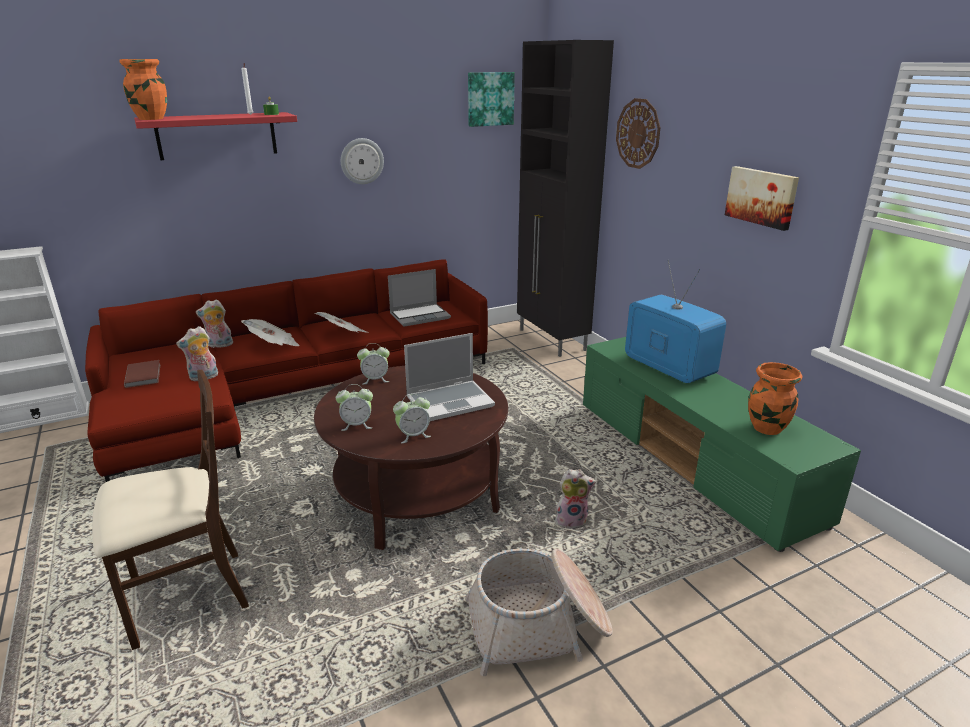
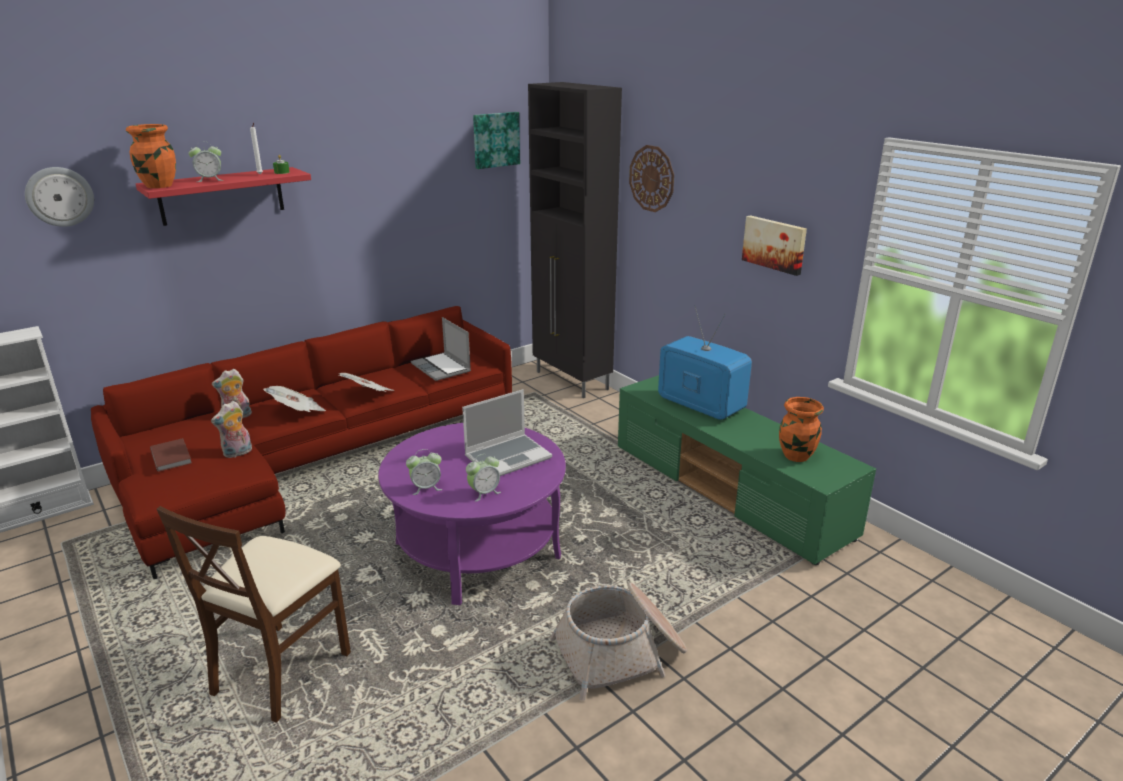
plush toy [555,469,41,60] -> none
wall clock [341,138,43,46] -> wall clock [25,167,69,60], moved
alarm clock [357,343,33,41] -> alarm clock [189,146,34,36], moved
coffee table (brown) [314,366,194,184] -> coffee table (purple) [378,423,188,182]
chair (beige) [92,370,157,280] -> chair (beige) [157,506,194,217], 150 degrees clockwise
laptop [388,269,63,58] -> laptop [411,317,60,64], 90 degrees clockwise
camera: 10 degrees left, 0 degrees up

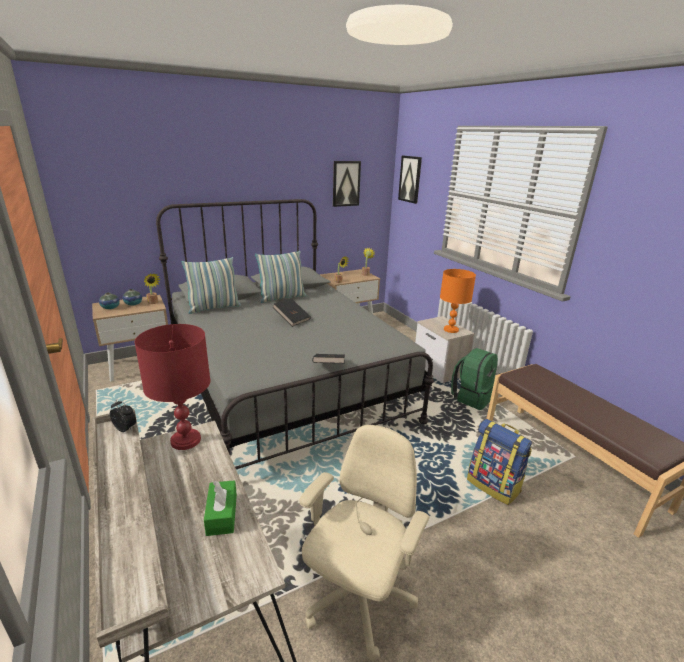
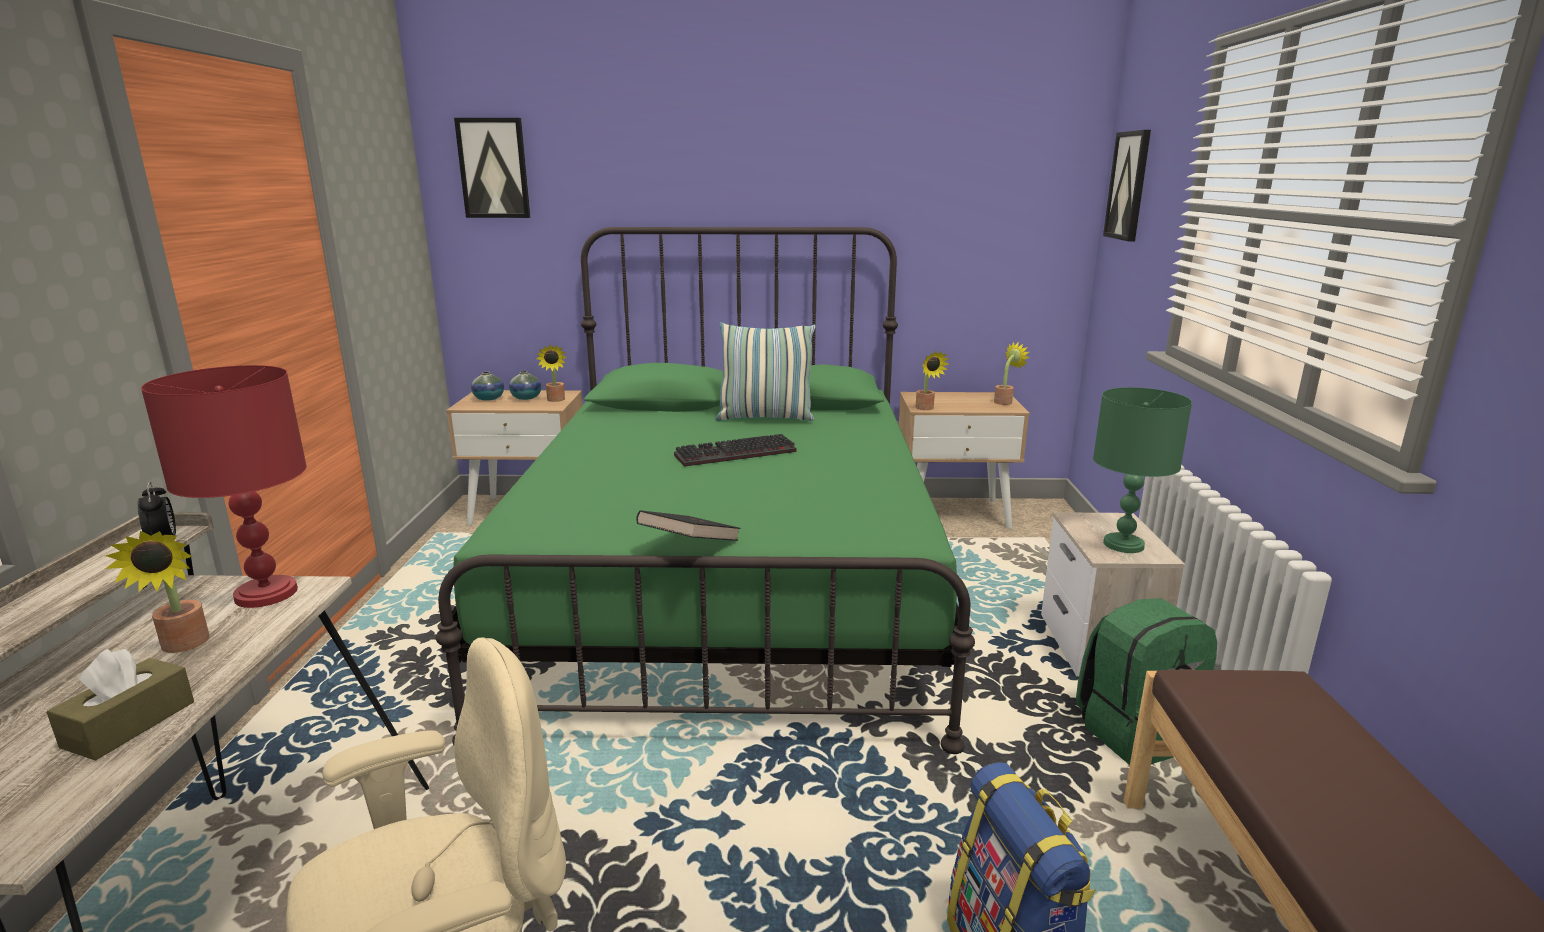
pillow [182,257,59,57] -> none
none -> potted plant [105,531,105,122]
picture [333,161,28,46] -> picture [454,118,76,100], moved
book (black) [273,298,38,29] -> keyboard [674,434,123,33]
bed (grey) [156,199,278,270] -> bed (green) [436,227,539,527]
tissue box (green) [204,480,33,56] -> tissue box (brown) [46,649,148,111]
table lamp (orange) [440,269,36,64] -> table lamp (green) [1093,387,99,166]
camera: 30 degrees right, 5 degrees down

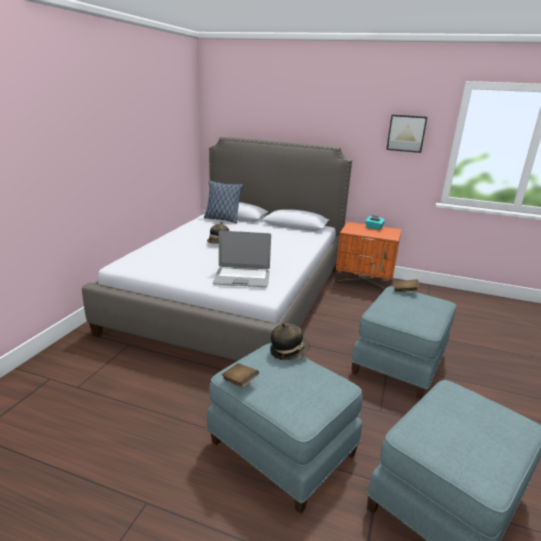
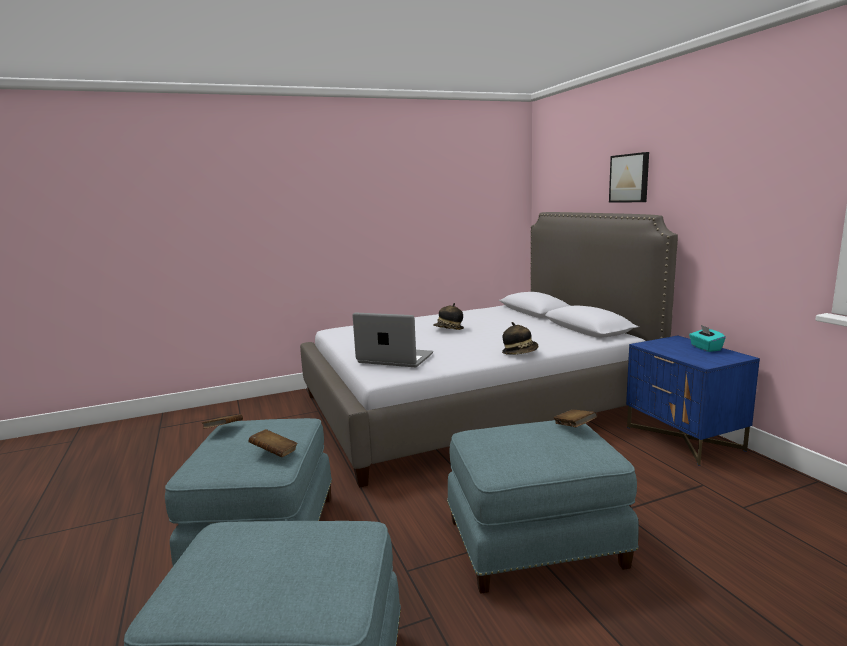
pillow [204,180,39,44] -> none
none -> book (brown) [248,429,50,28]
hat [270,323,40,37] -> hat [502,322,36,33], moved
picture [386,115,41,38] -> picture [609,152,40,50], moved
nightstand (orange) [335,222,67,68] -> nightstand (blue) [626,336,134,130]
laptop [213,231,58,56] -> laptop [352,313,81,54], 150 degrees clockwise
camera: 50 degrees right, 10 degrees down

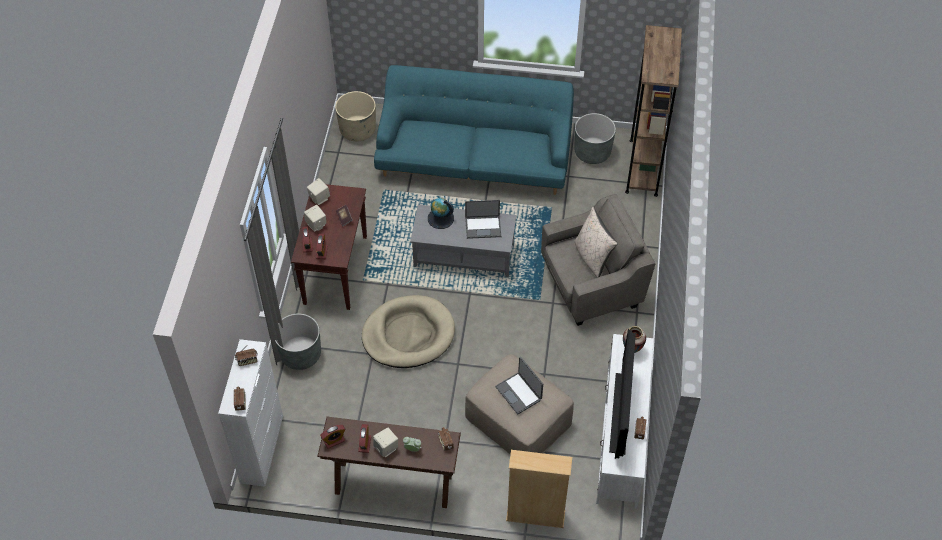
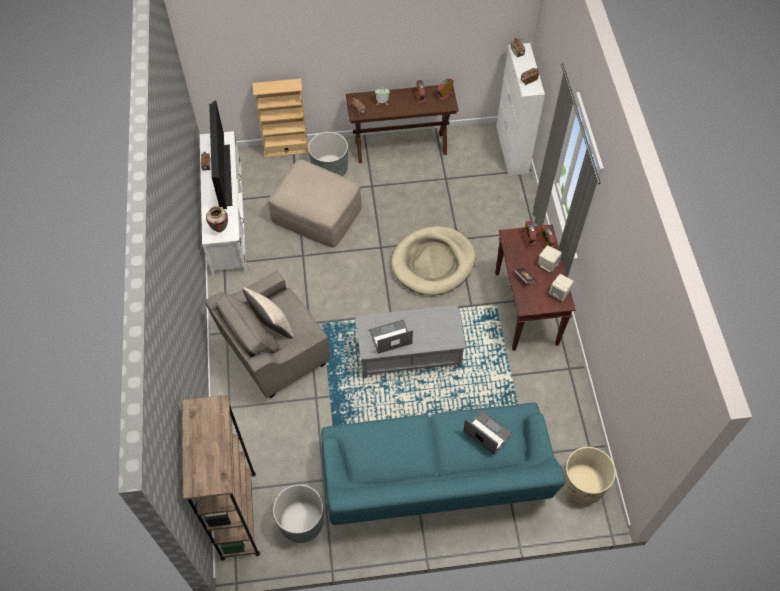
speaker (beige) [373,428,25,29] -> none
globe [428,198,26,31] -> none
planter (grey) [275,314,46,56] -> planter (grey) [308,132,40,44], moved
laptop [495,357,48,57] -> laptop [463,410,50,45], moved
camera: 165 degrees right, 5 degrees up

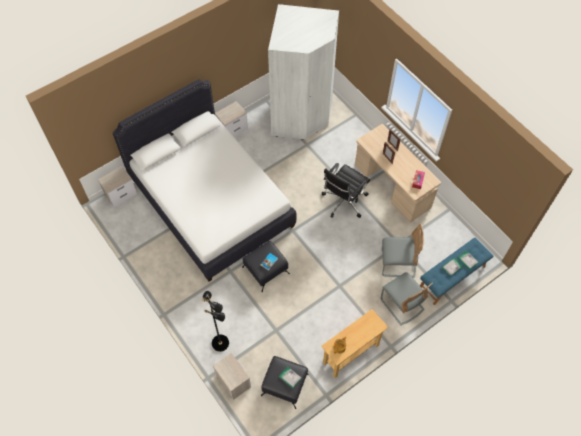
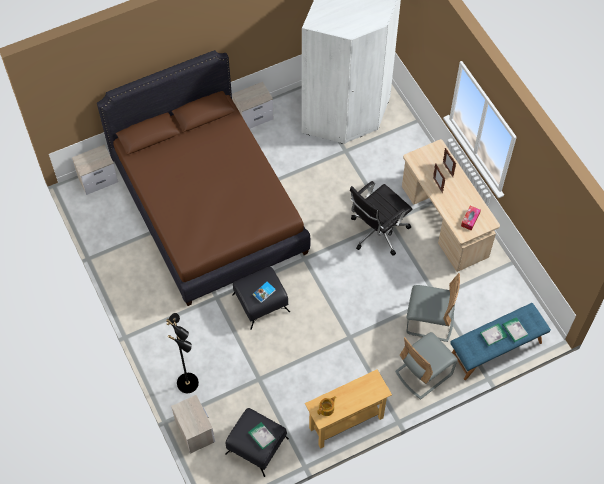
bed (white) [112,79,185,203] -> bed (brown) [97,50,214,256]
chair (grey) [380,272,53,53] -> chair (grey) [395,332,63,67], 75 degrees clockwise
camera: 10 degrees right, 0 degrees up

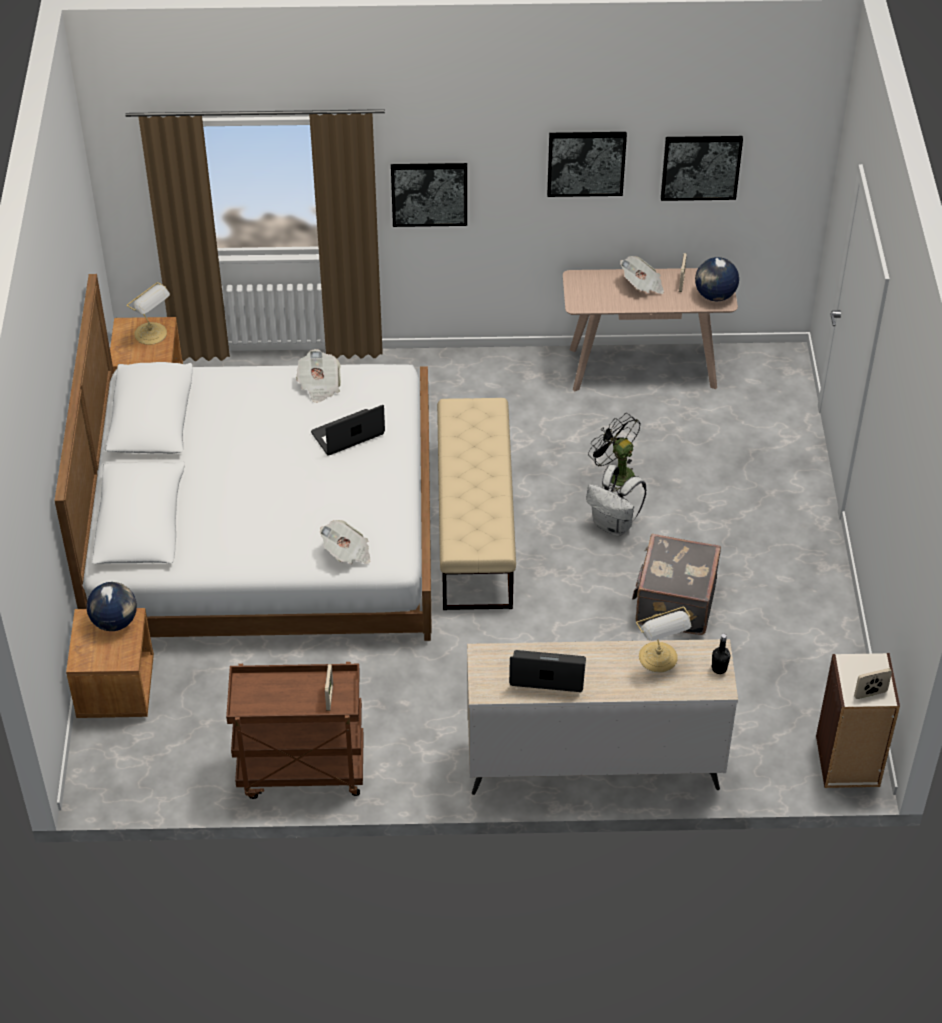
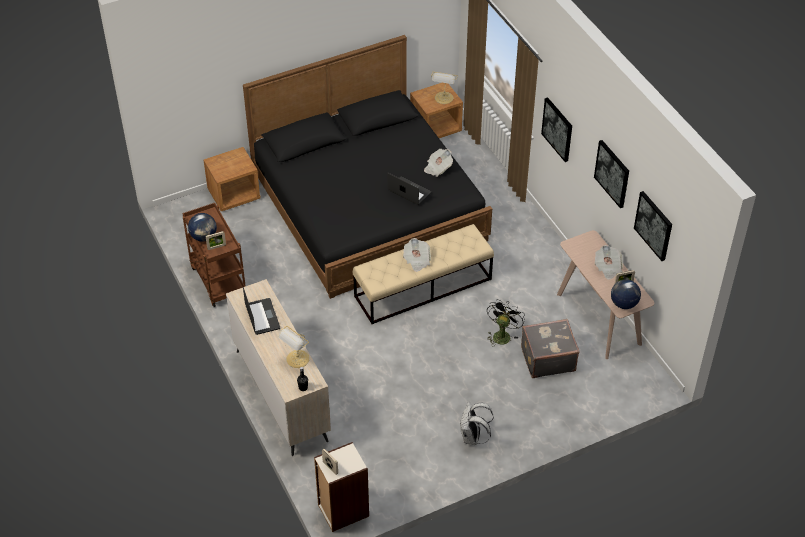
globe [87,582,50,49] -> globe [188,213,29,29], moved
newspaper [320,520,51,44] -> newspaper [403,238,28,34], moved
backpack (white) [586,465,61,71] -> backpack (white) [460,401,34,44], moved
suitcase (grey) [632,534,89,101] -> suitcase (grey) [521,319,59,59], moved
bed (white) [54,274,378,367] -> bed (black) [243,35,249,264]
camera: 65 degrees right, 0 degrees up

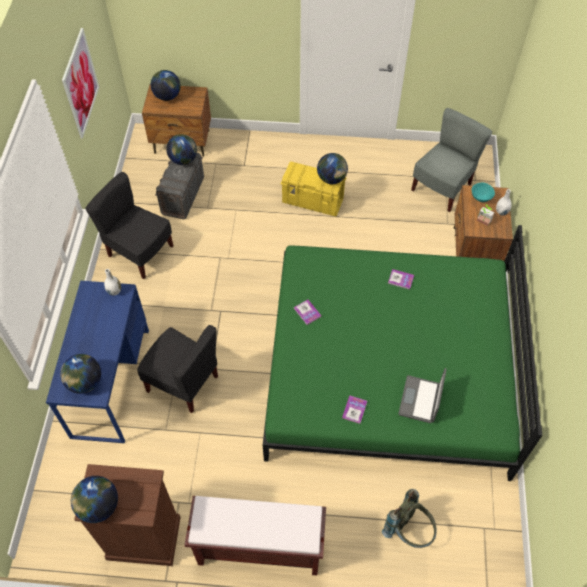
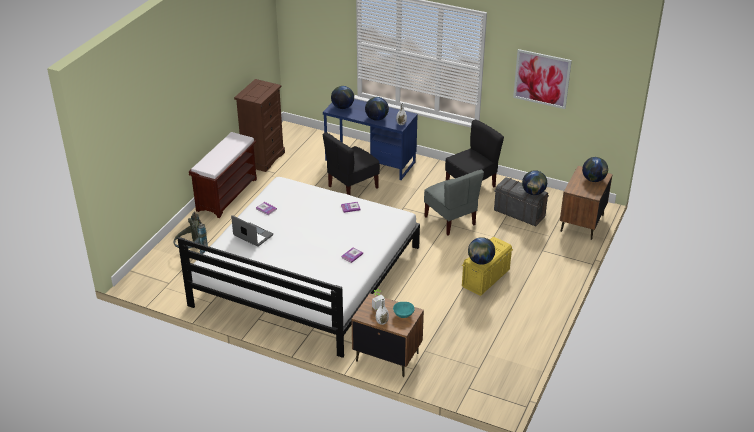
globe [71,476,47,47] -> globe [365,97,24,24], moved
chair (grey) [411,108,82,104] -> chair (grey) [424,170,60,66], moved
bed (green) [263,225,279,256] -> bed (white) [177,177,243,181]
camera: 110 degrees right, 20 degrees down

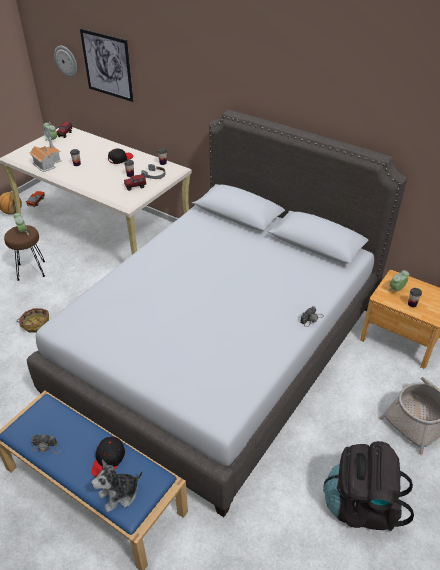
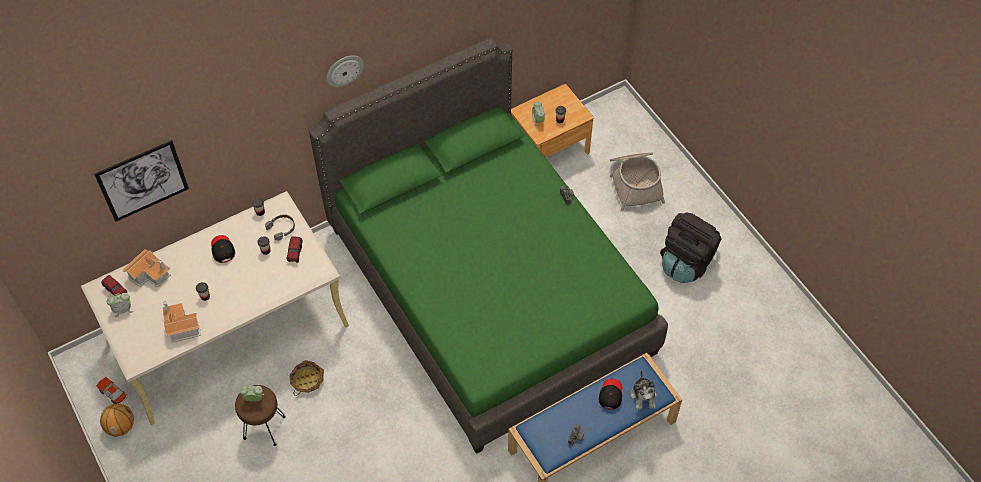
none -> toy house [122,249,49,39]
basket [17,308,32,25] -> basket [290,360,34,36], moved
wall clock [54,46,23,31] -> wall clock [327,55,37,32], moved
bed (grey) [27,110,380,407] -> bed (green) [309,38,359,416]
cap (black) [91,437,34,40] -> cap (black) [599,378,23,32], 120 degrees counterclockwise
camera: 65 degrees left, 15 degrees up

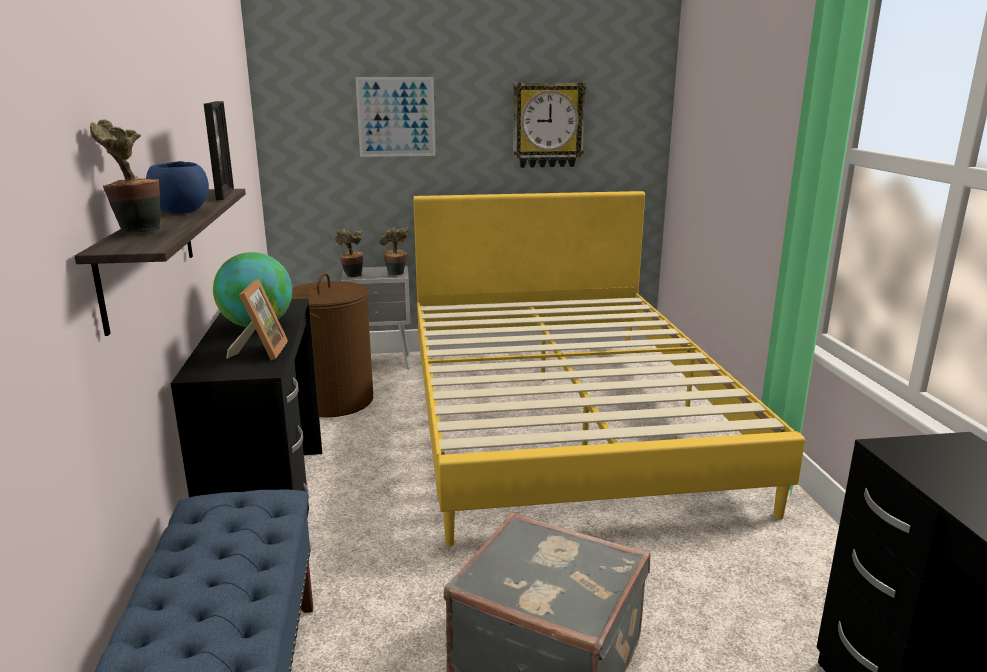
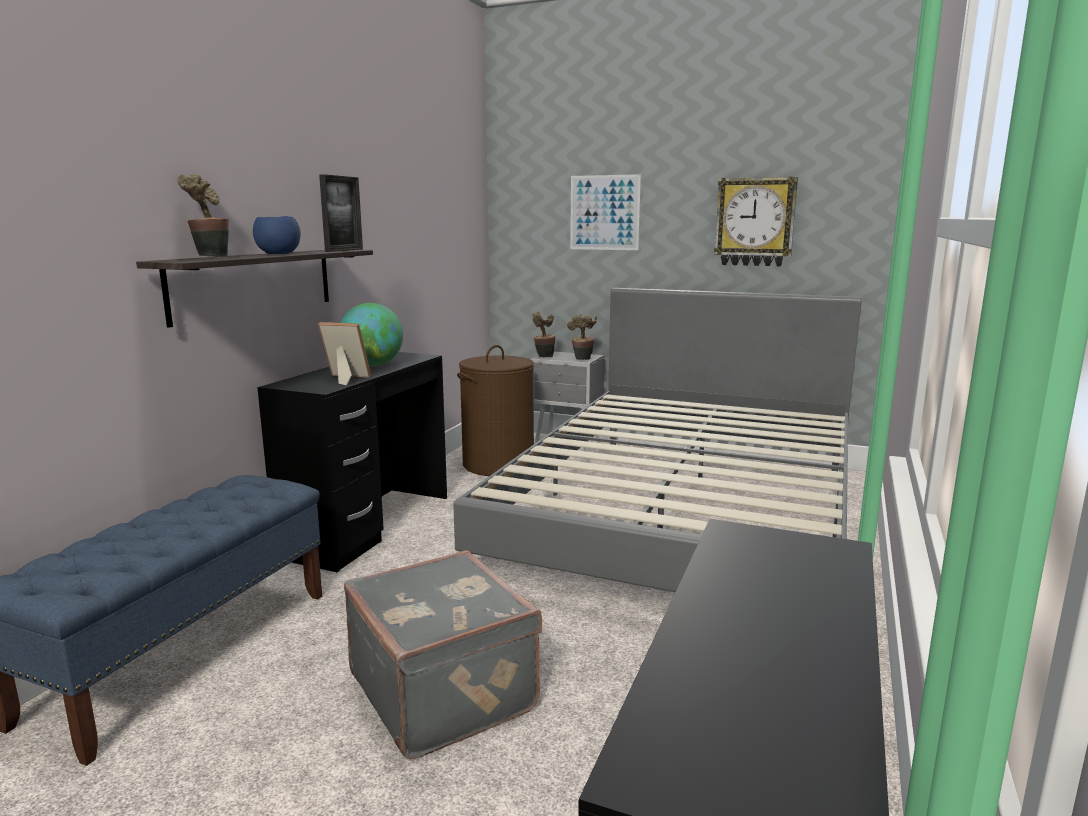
bed (yellow) [413,191,392,356] -> bed (grey) [453,288,409,304]
picture frame [226,279,62,81] -> picture frame [318,322,53,63], 105 degrees counterclockwise
camera: 30 degrees right, 5 degrees down

